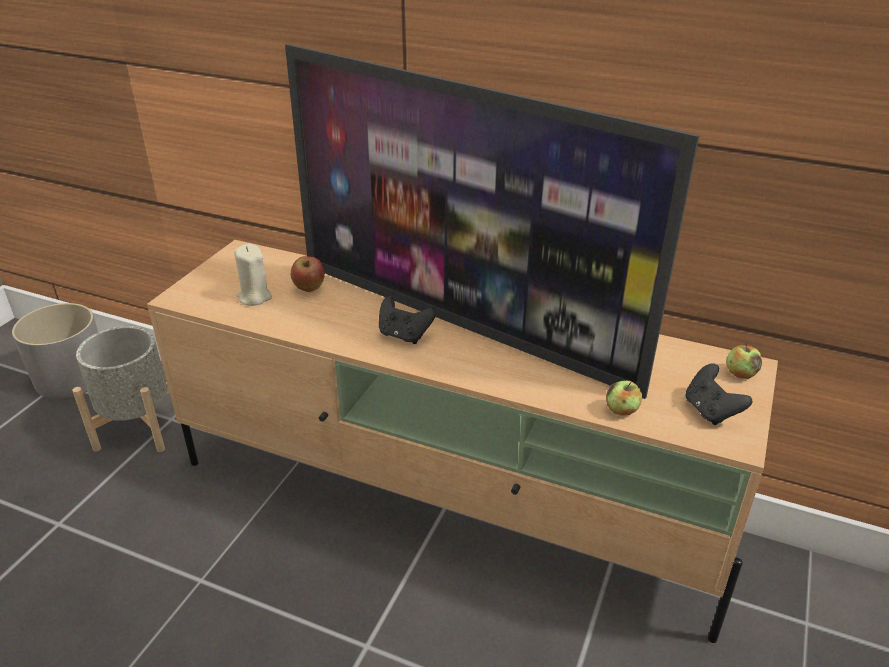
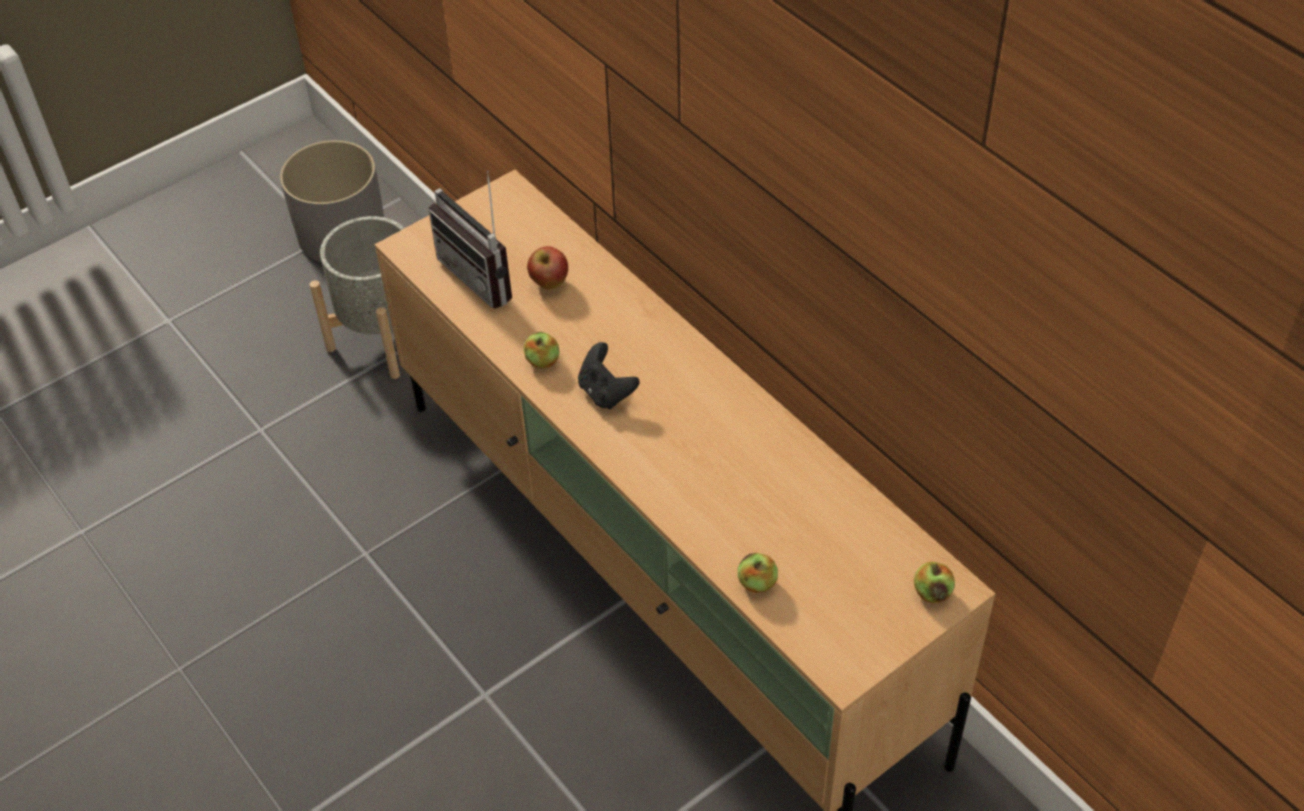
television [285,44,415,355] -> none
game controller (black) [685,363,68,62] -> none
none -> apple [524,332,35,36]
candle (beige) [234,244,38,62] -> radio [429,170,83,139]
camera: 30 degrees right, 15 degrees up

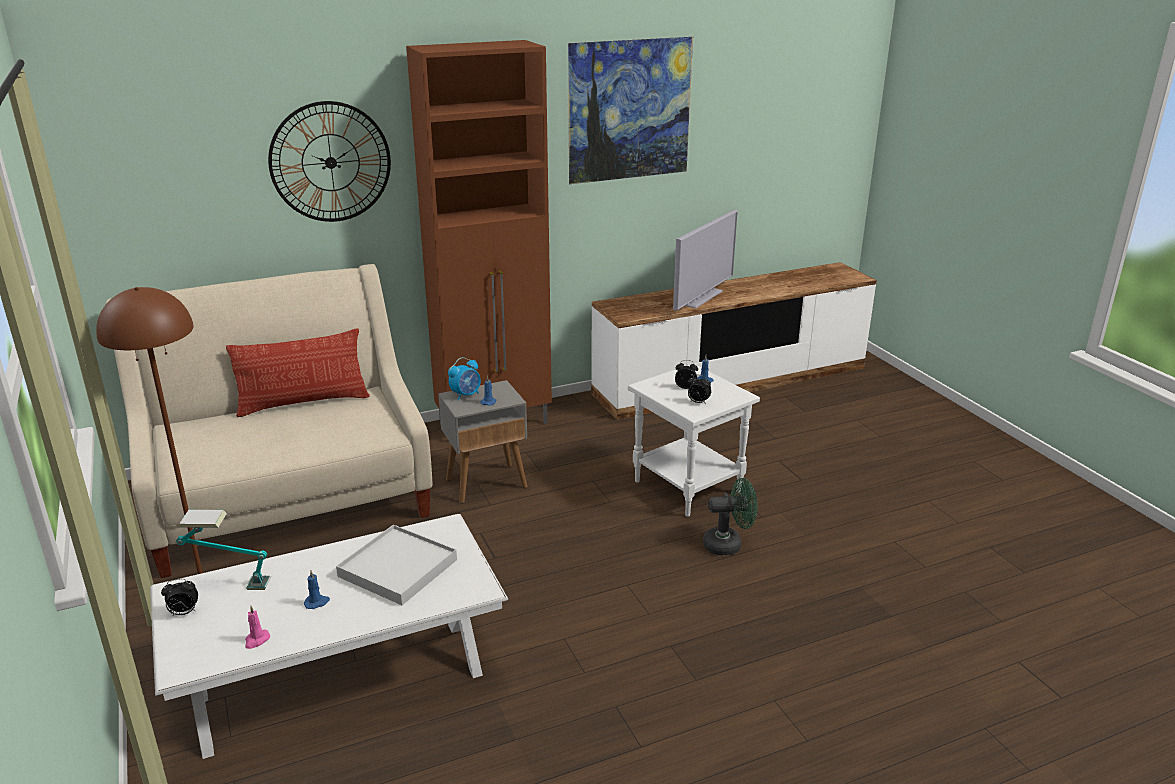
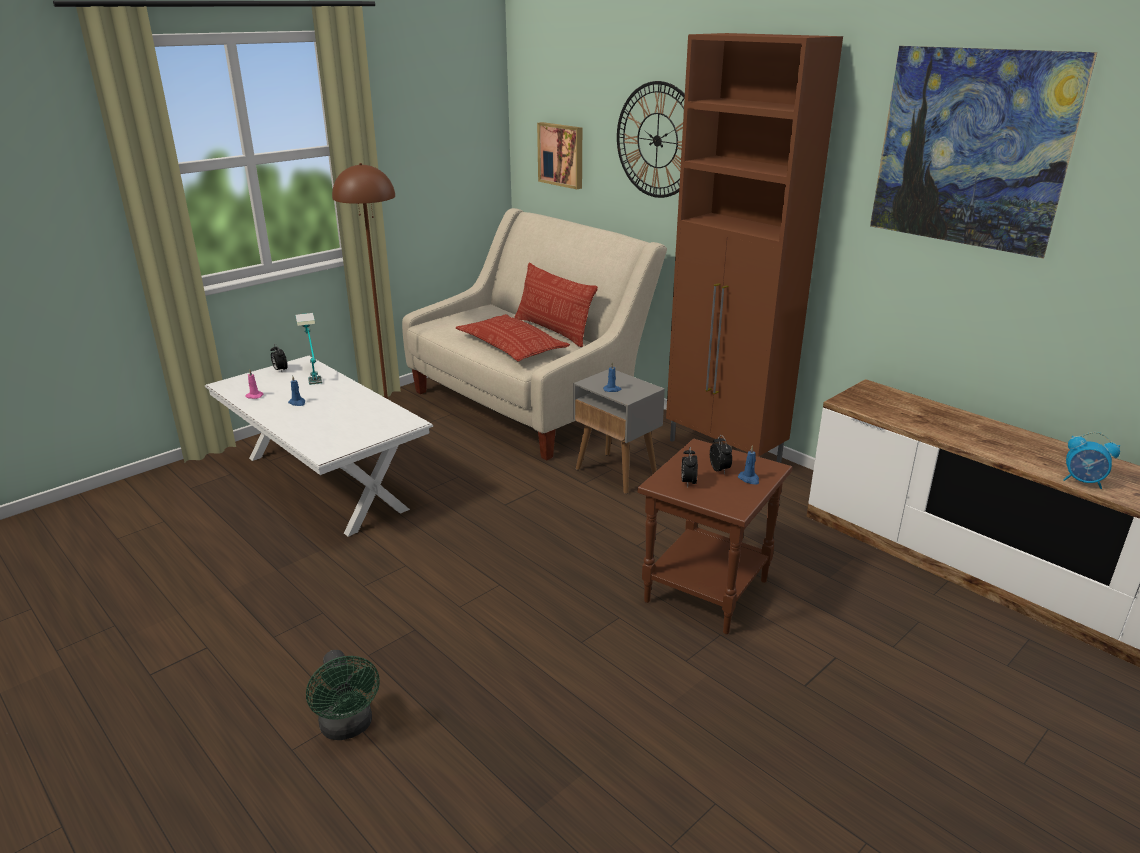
tray (white) [336,525,121,80] -> none
television [673,210,65,100] -> none
none -> pillow [456,314,114,48]
none -> picture [537,122,45,67]
alarm clock [448,357,33,44] -> alarm clock [1063,432,57,57], moved
fan (green) [703,478,55,77] -> fan (green) [306,650,73,90], moved
side table (white) [628,364,132,153] -> side table (brown) [638,439,154,195]
camera: 70 degrees right, 0 degrees up

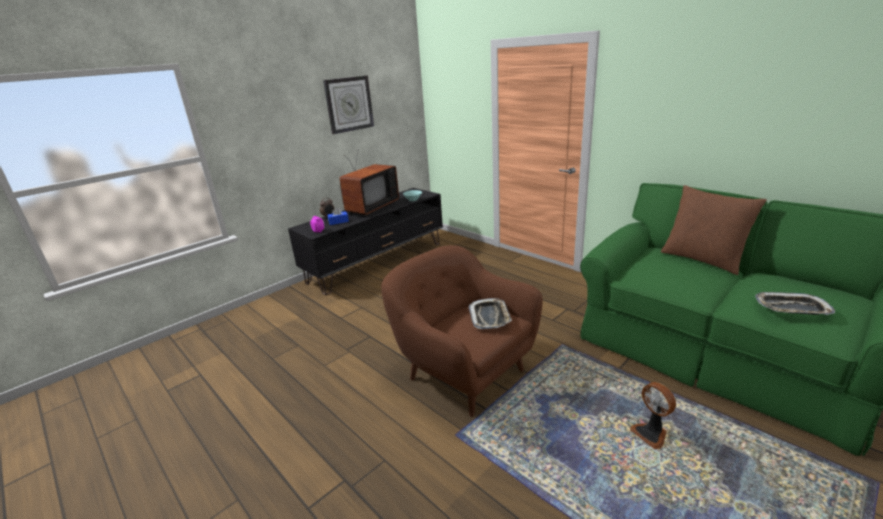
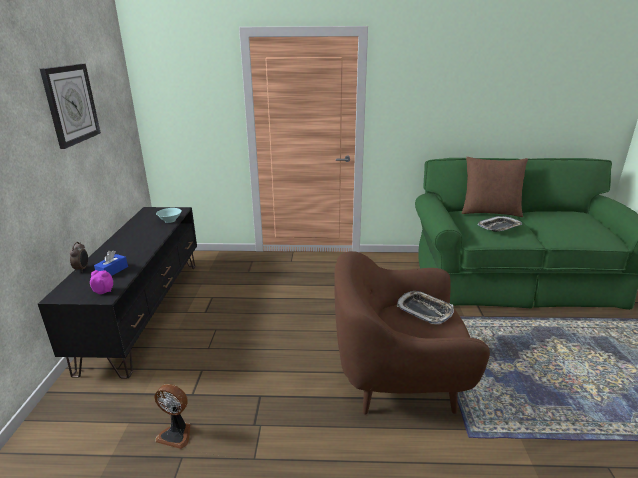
television [340,148,59,68] -> none
fan [630,382,46,67] -> fan [154,384,36,65], moved
tray [755,292,80,23] -> tray [477,216,45,16], moved
camera: 45 degrees left, 0 degrees up

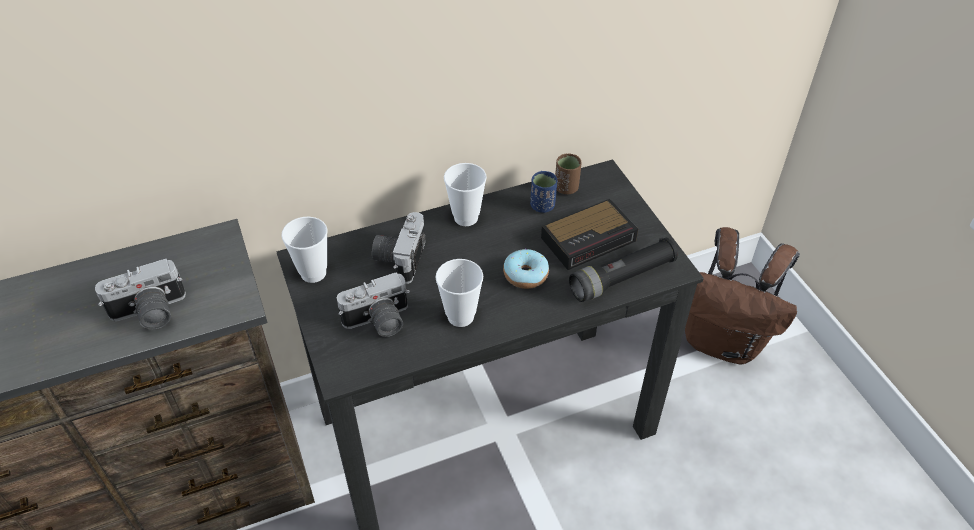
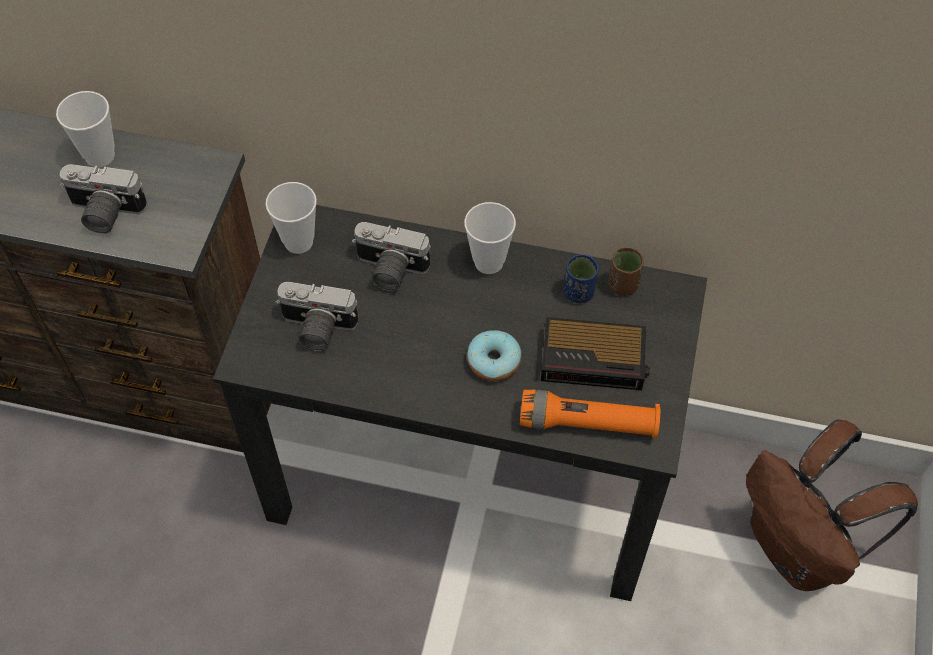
cup [435,259,48,68] -> cup [56,91,59,76], moved
flashlight (black) [569,238,109,64] -> flashlight (orange) [520,390,140,48]
photo camera [372,212,53,72] -> photo camera [352,222,79,69], 120 degrees counterclockwise
camera: 35 degrees right, 10 degrees up

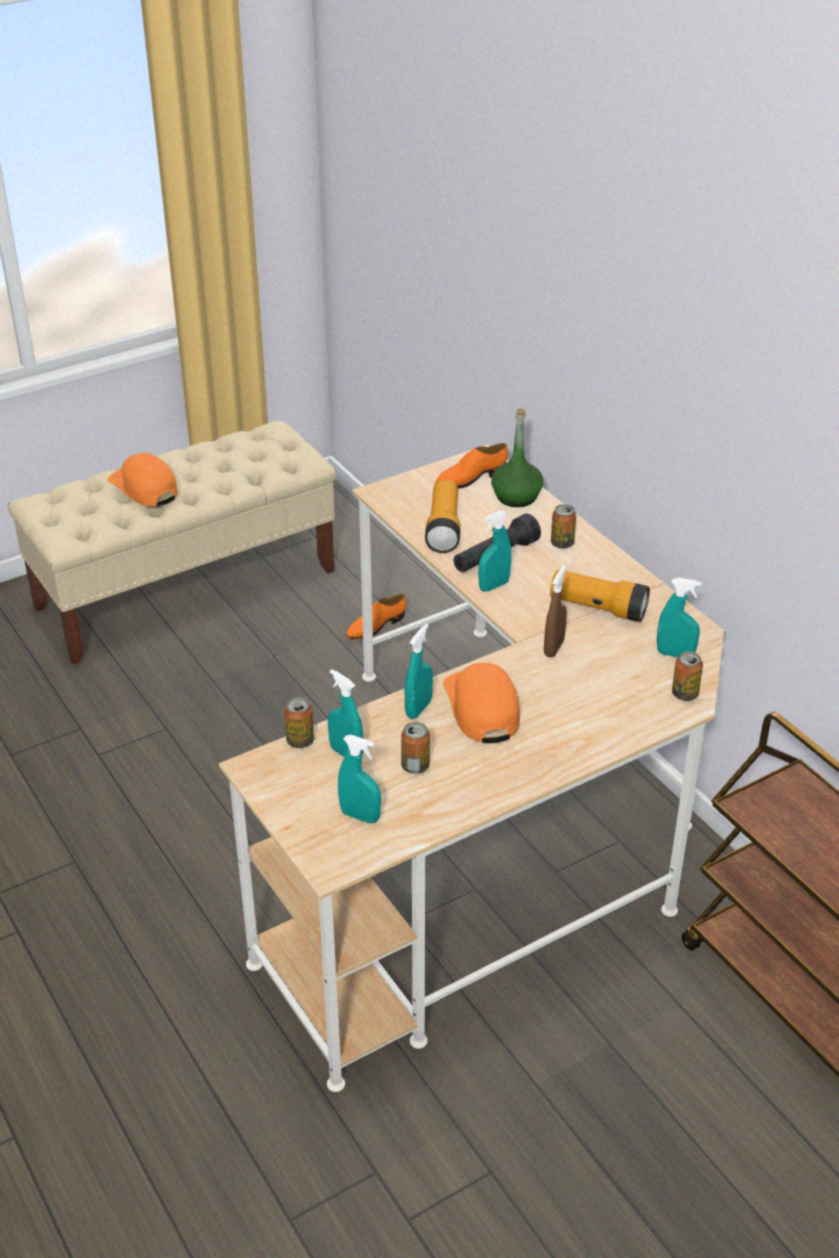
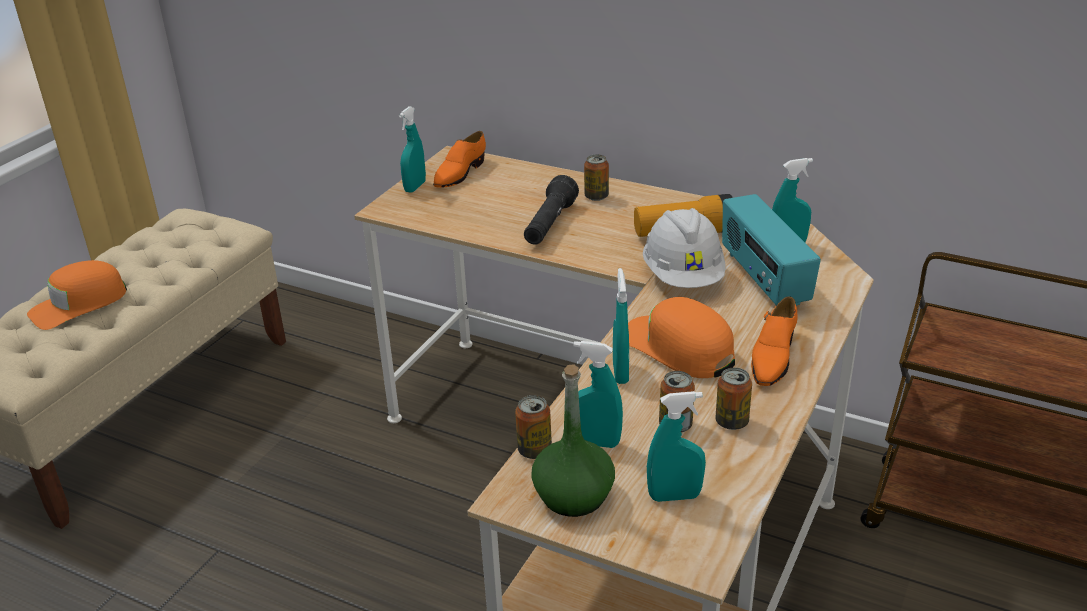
flashlight [425,480,36,73] -> none
none -> radio [722,194,99,112]
shoe (orange) [346,594,60,45] -> shoe (orange) [751,296,47,90], moved
spray bottle (turquoise) [478,510,33,82] -> spray bottle (turquoise) [399,106,27,87], moved
bottle (green) [491,408,52,99] -> bottle (green) [531,364,84,153], moved
can [672,651,31,50] -> can [715,368,37,62], moved
spray bottle (brown) [544,565,23,92] -> hard hat (white) [643,208,83,80]
cap (orange) [108,453,70,53] -> cap (orange) [27,260,100,70], 60 degrees counterclockwise
camera: 30 degrees left, 5 degrees down

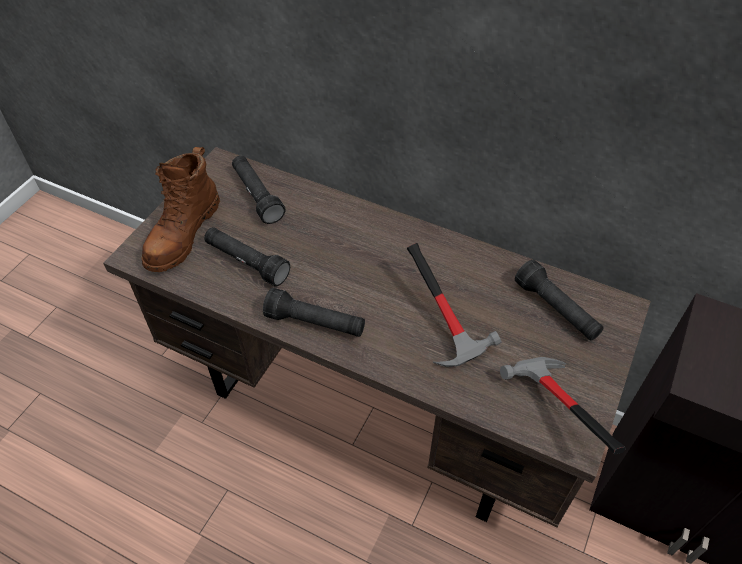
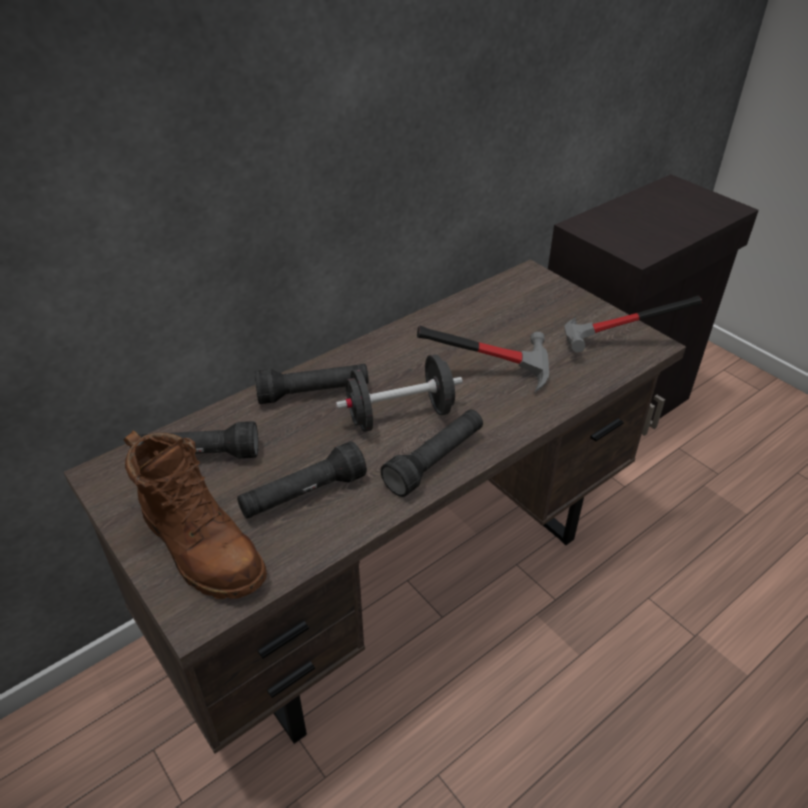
none -> dumbbell (black) [336,354,127,78]
flashlight (black) [515,260,89,81] -> flashlight (black) [254,364,115,40], moved
camera: 65 degrees left, 10 degrees down

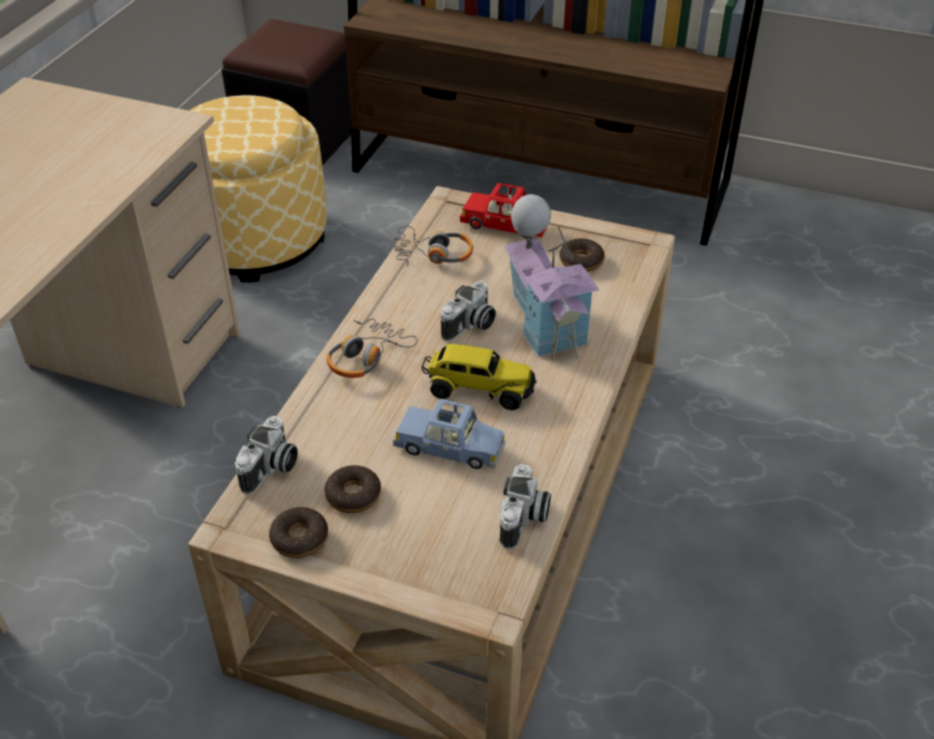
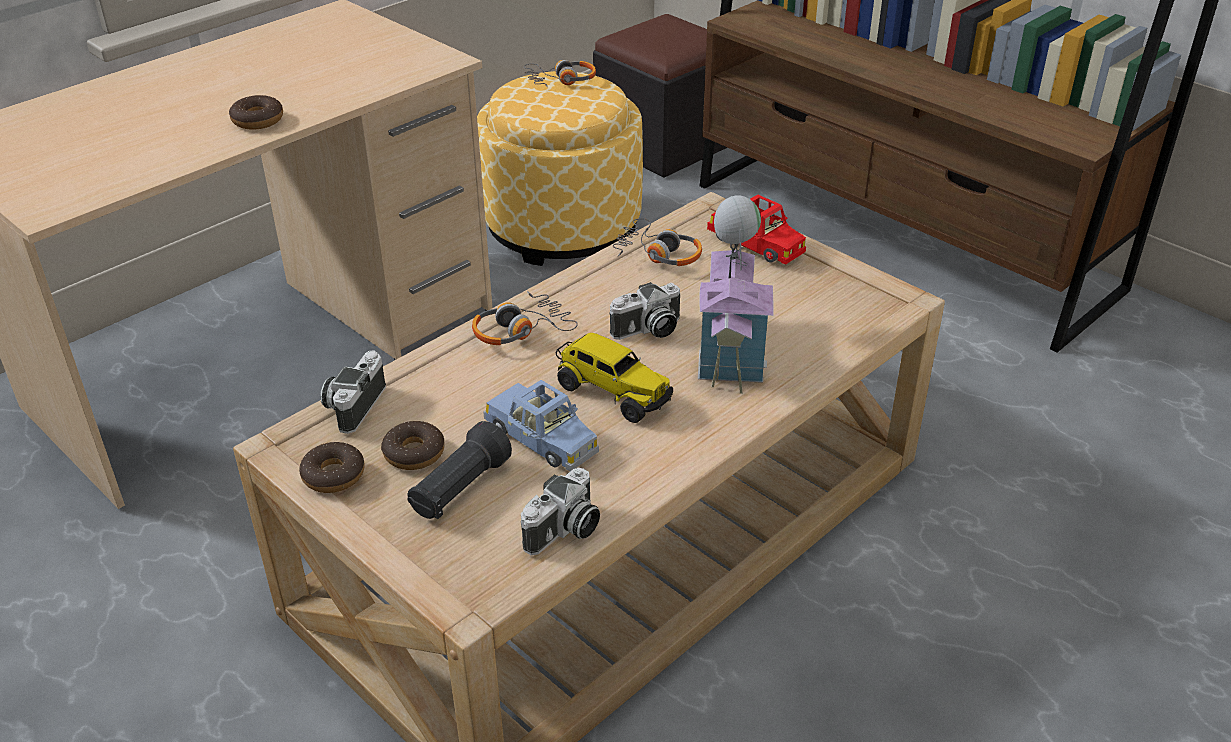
none -> flashlight (black) [407,421,105,98]
none -> headphones [524,60,72,28]
donut [560,238,45,34] -> donut [229,95,54,35], moved
photo camera [235,416,63,79] -> photo camera [320,351,66,83], 150 degrees clockwise
camera: 25 degrees right, 5 degrees down

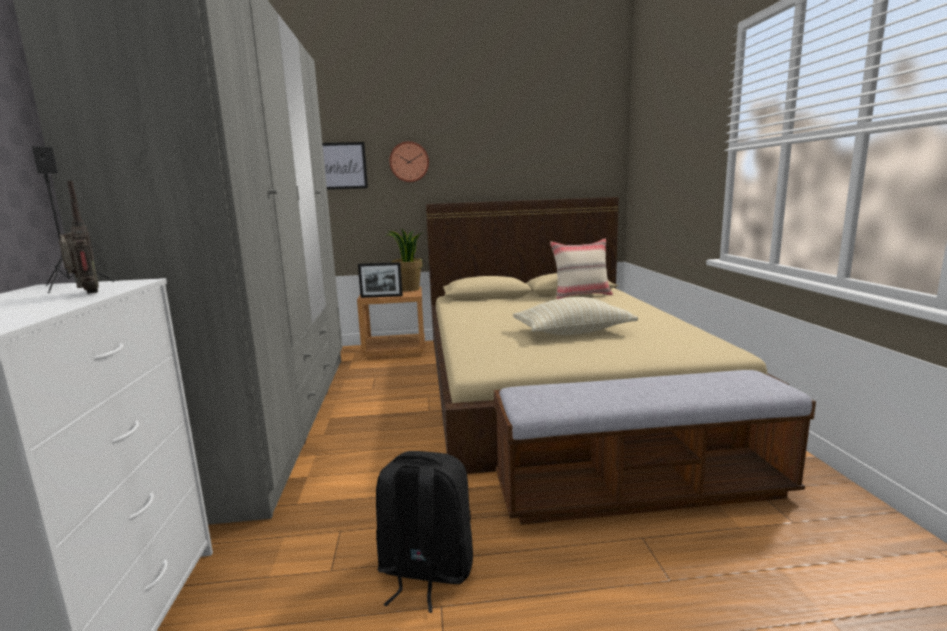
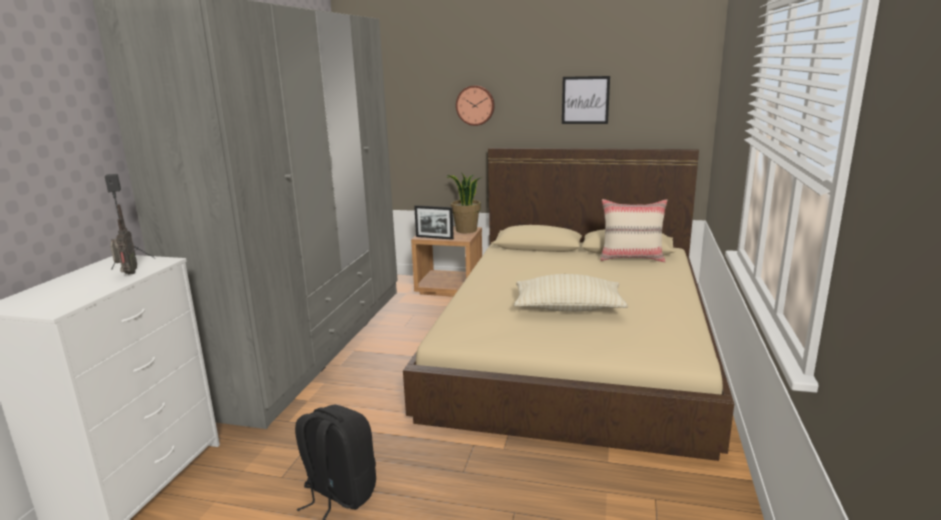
bench [494,370,322,155] -> none
picture [322,142,46,48] -> picture [562,76,48,48], moved
camera: 20 degrees right, 5 degrees up

